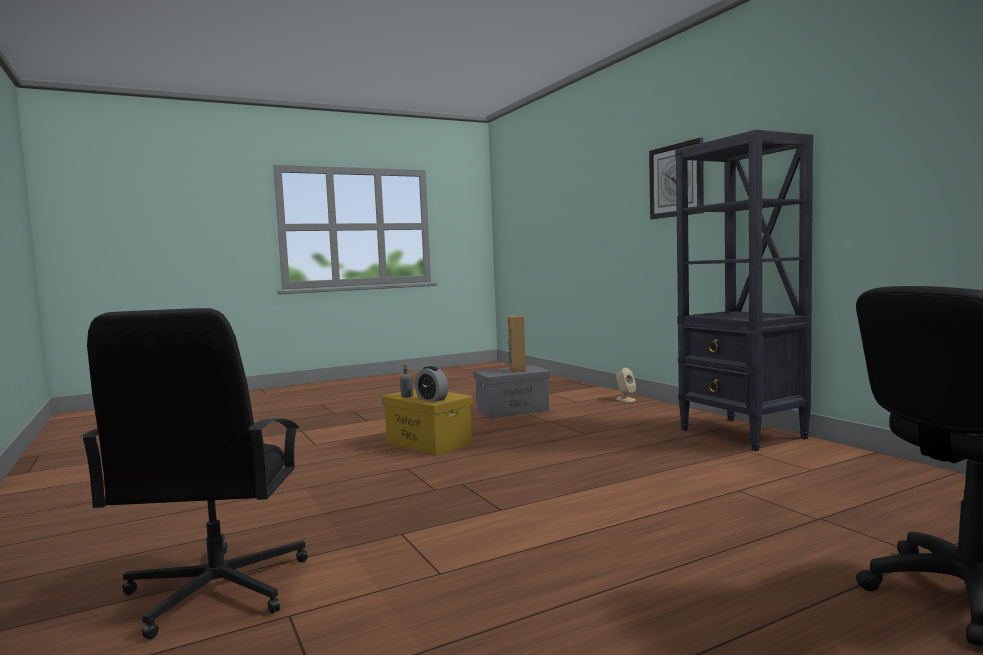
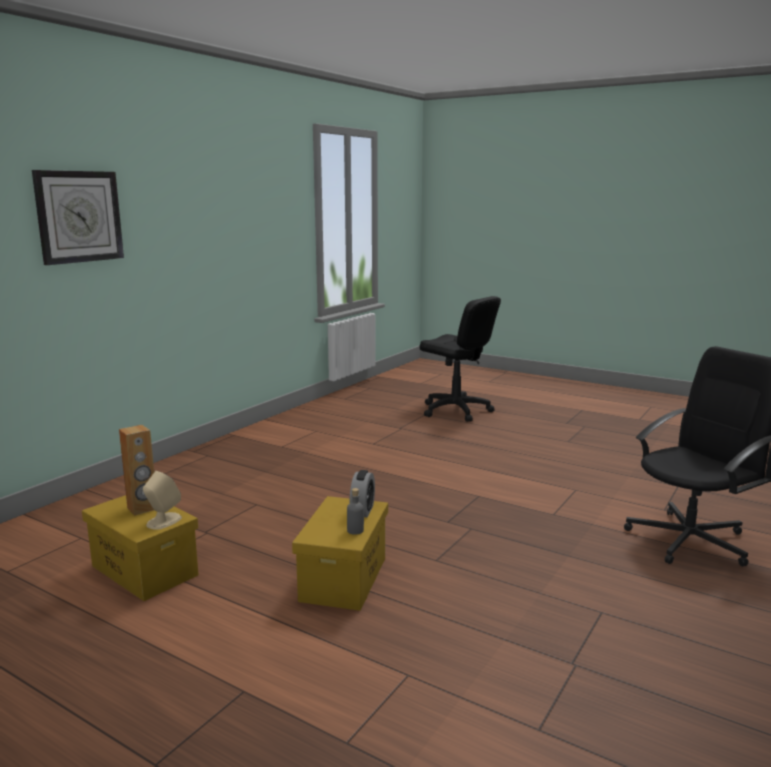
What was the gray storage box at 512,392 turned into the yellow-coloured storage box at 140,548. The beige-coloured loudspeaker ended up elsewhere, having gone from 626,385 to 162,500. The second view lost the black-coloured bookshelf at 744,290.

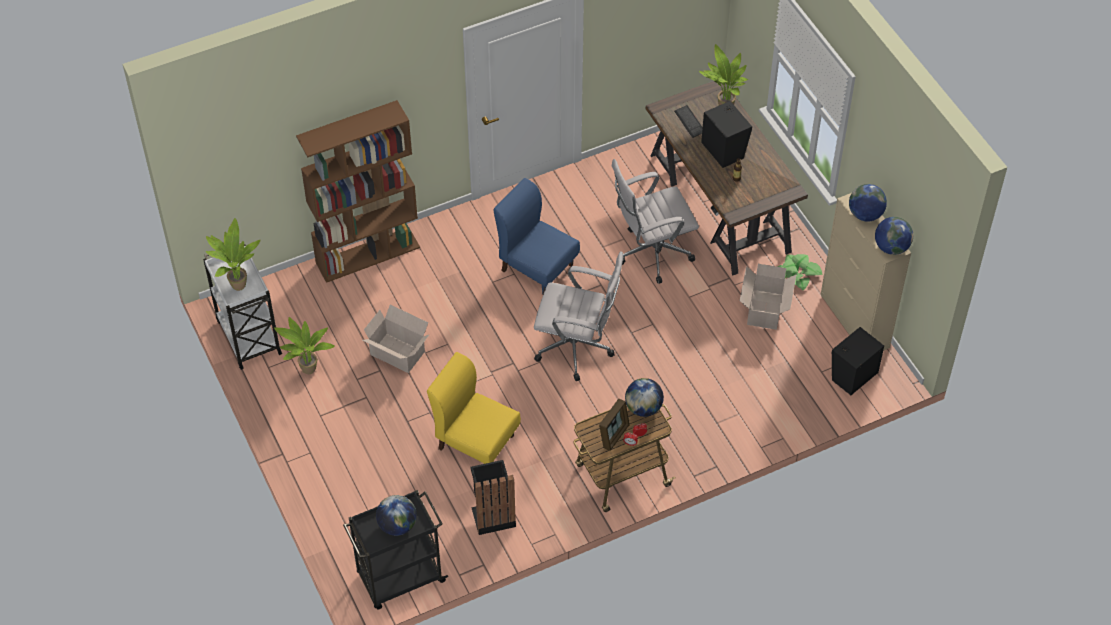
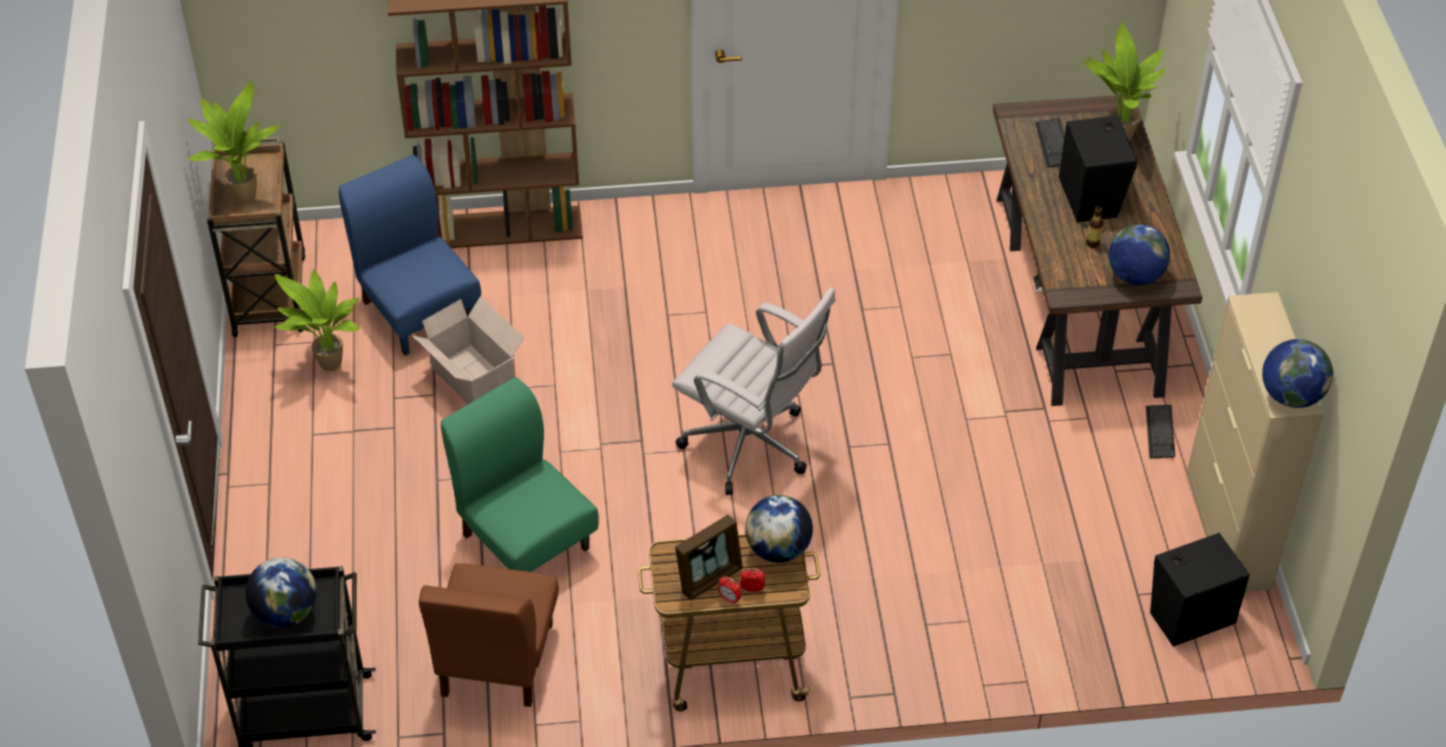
What was the white wheeled cart at 242,306 turned into the brownish wheeled cart at 256,237. The bluish plain chair ended up elsewhere, having gone from 536,236 to 410,255. Where the black-coloured trash can stood at 493,497, the brownish plain chair came to stand at 489,635. What was the yellow-coloured plain chair at 474,408 turned into the green-coloured plain chair at 520,474. The globe ended up elsewhere, having gone from 868,203 to 1139,254. Where the potted plant stood at 800,272, the keyboard came to stand at 1160,431. The second view lost the white computer chair at 655,221. The second view lost the cardboard box at 768,297.

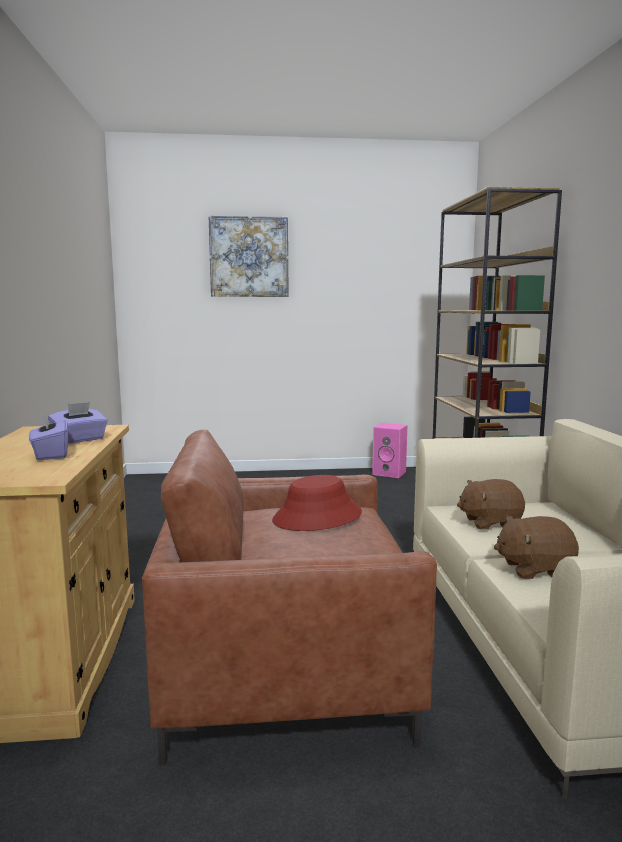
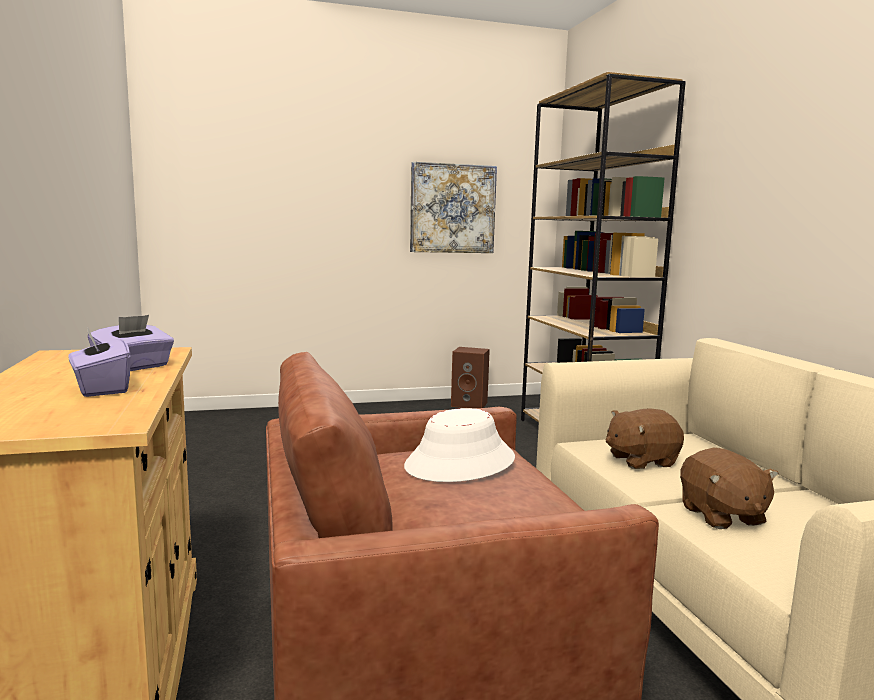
What was the red clothing hat at 317,503 turned into the white clothing hat at 459,445. The picture ended up elsewhere, having gone from 249,256 to 453,207. What was the pink-coloured loudspeaker at 389,450 turned into the brownish loudspeaker at 470,377. The brownish cuddly toy at 536,547 ended up facing another way, 90 degrees counterclockwise from before.

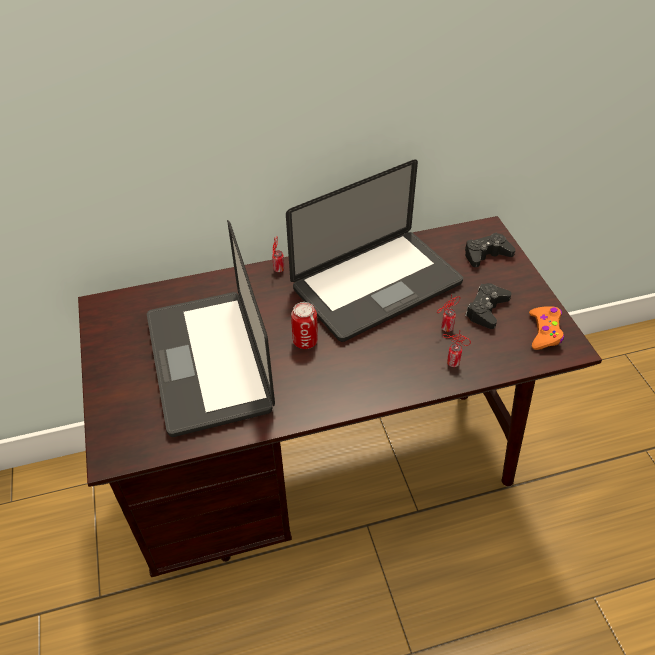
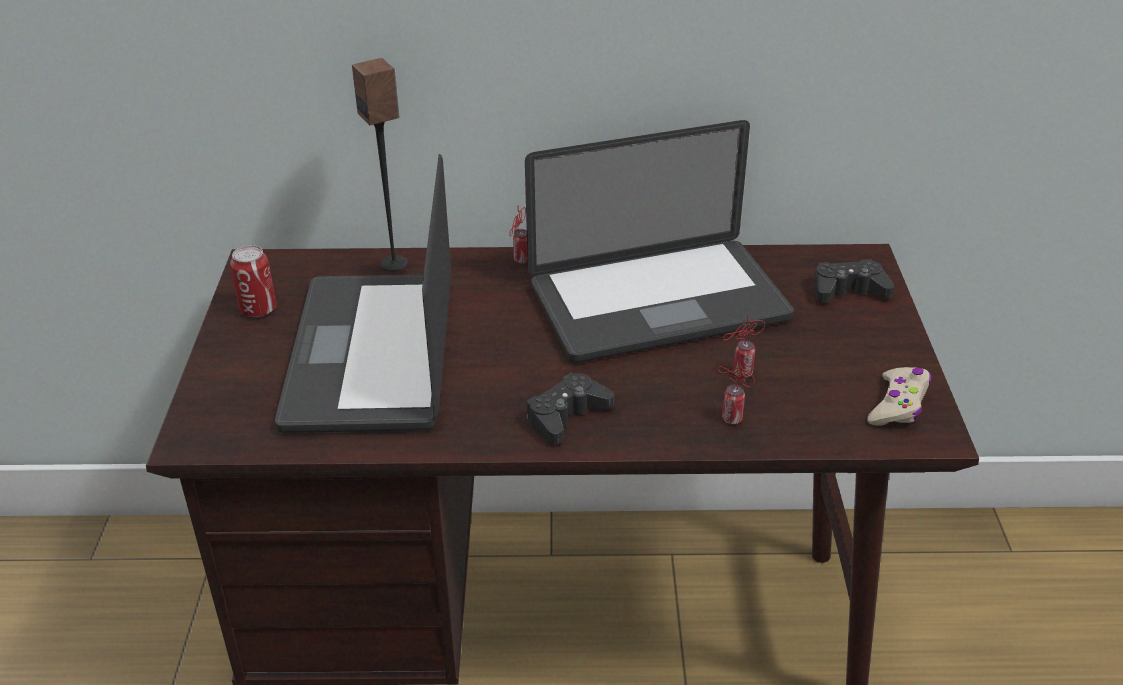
The sealed can ended up elsewhere, having gone from 304,325 to 253,281. The second view gained the loudspeaker at 380,164. The black-coloured game controller ended up elsewhere, having gone from 488,306 to 570,408. What was the orange-coloured game controller at 546,328 turned into the beige-coloured game controller at 899,396.

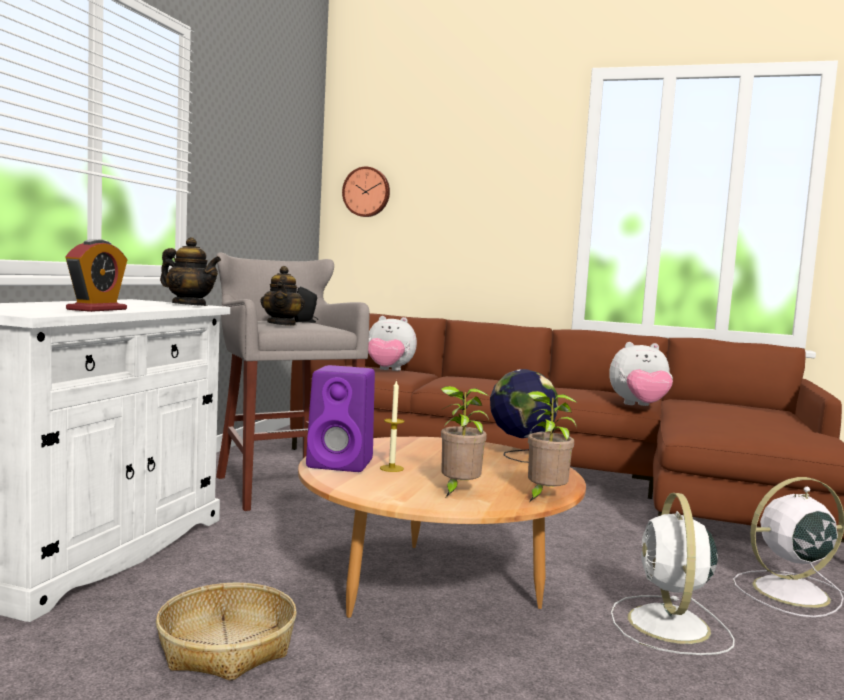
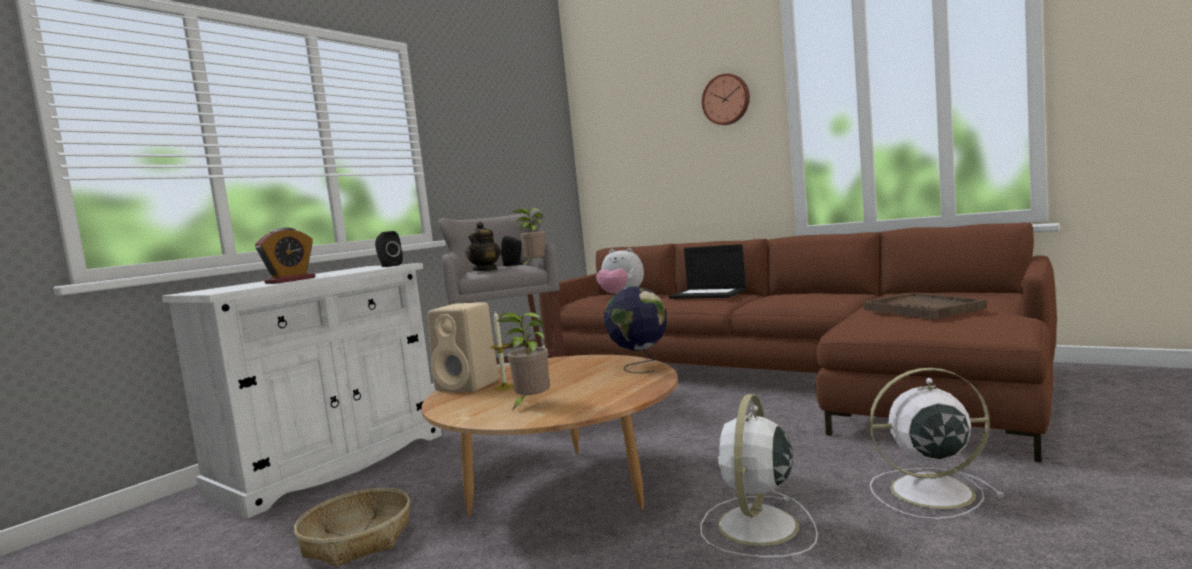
Where the teapot stood at 190,271, the black-coloured loudspeaker came to stand at 389,249. What was the purple-coloured loudspeaker at 340,418 turned into the beige-coloured loudspeaker at 463,347. The potted plant ended up elsewhere, having gone from 552,446 to 529,237. The second view gained the laptop at 707,271. The wall clock ended up elsewhere, having gone from 366,192 to 726,99. The second view gained the brownish tray at 925,306. The second view lost the cuddly toy at 641,374.

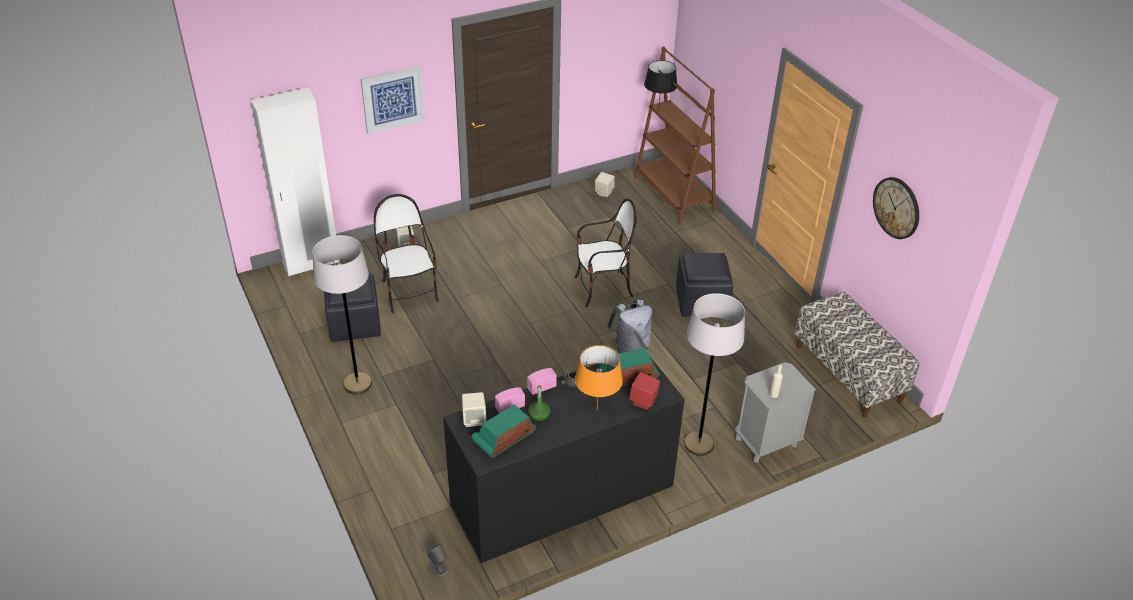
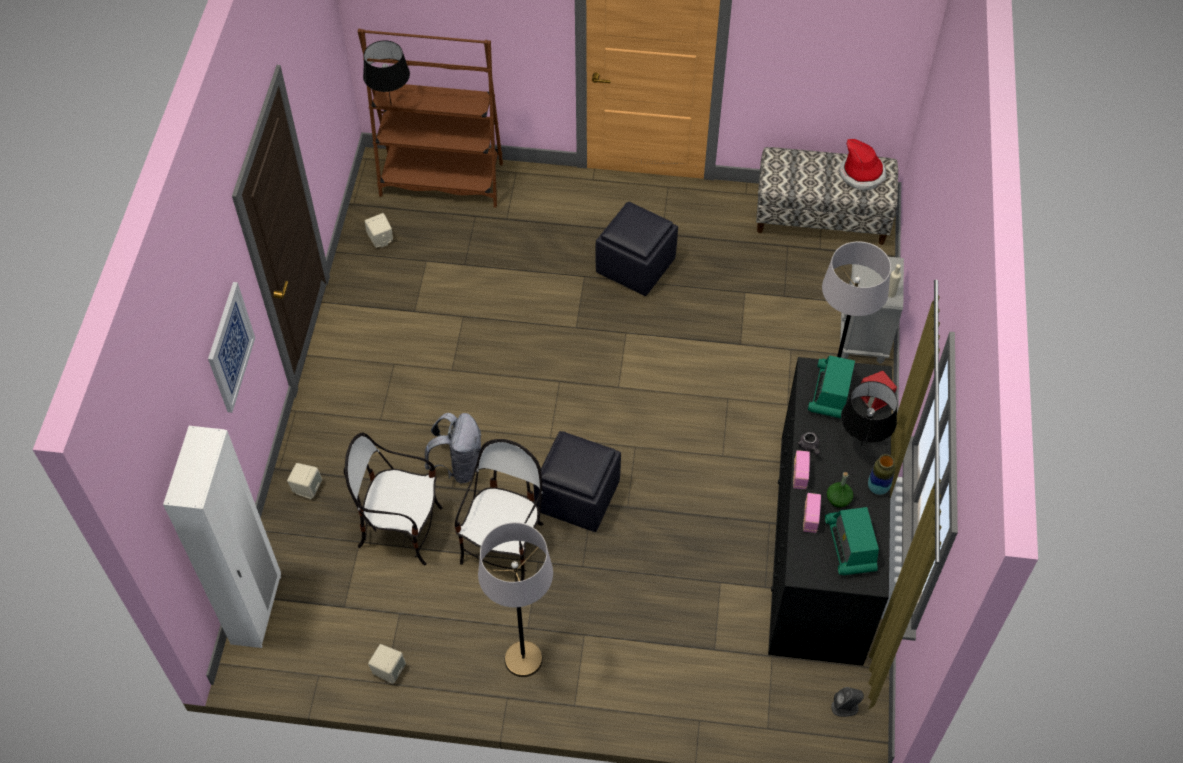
The beige-coloured loudspeaker ended up elsewhere, having gone from 474,409 to 387,664. The gray backpack ended up elsewhere, having gone from 629,326 to 453,448. The plain chair ended up elsewhere, having gone from 606,253 to 499,510. The black-coloured ottoman ended up elsewhere, having gone from 352,307 to 577,481. The second view gained the clothing hat at 862,164. What was the orange-coloured tabletop lamp at 599,377 turned into the black-coloured tabletop lamp at 869,413. The second view gained the flower vase at 881,474. The second view lost the wall clock at 896,208.

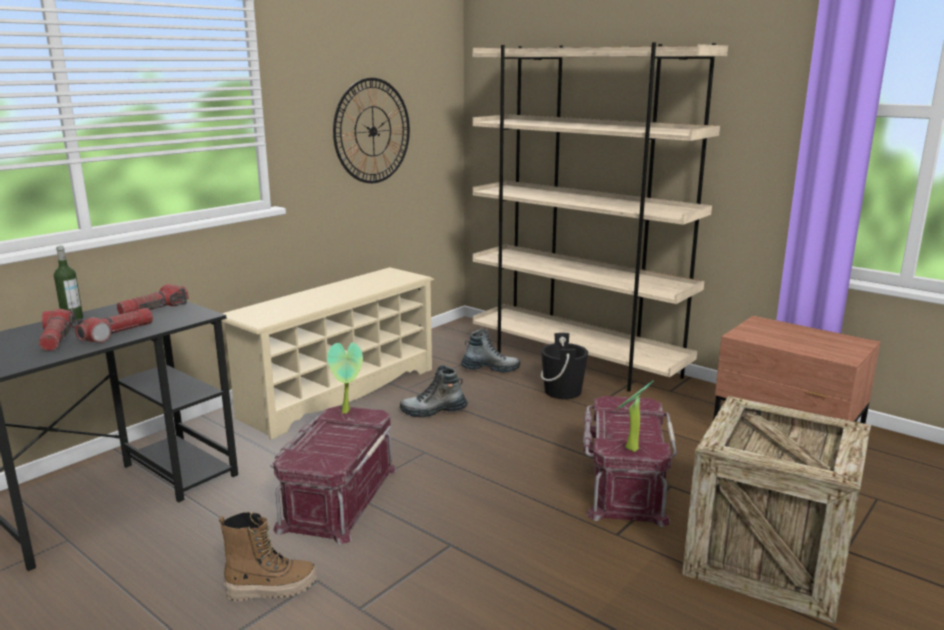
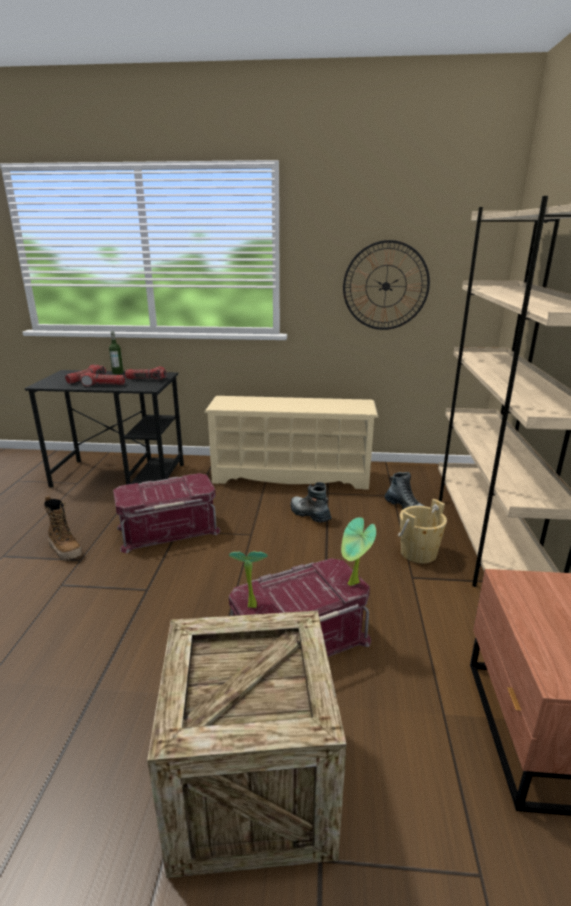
The potted plant ended up elsewhere, having gone from 345,378 to 358,551. What was the black-coloured water bucket at 564,366 turned into the beige-coloured water bucket at 422,531.

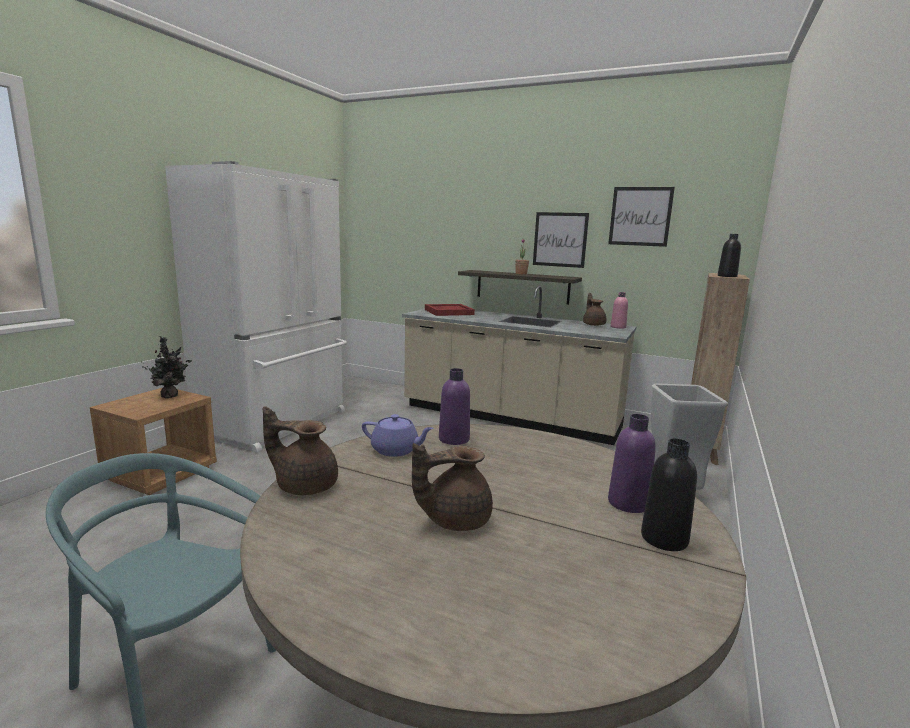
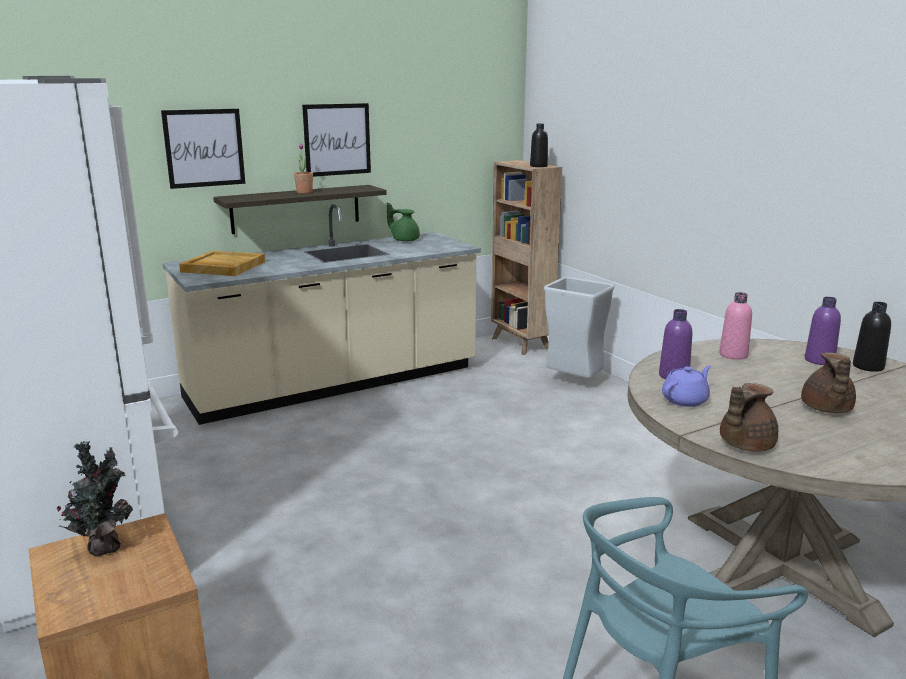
The picture ended up elsewhere, having gone from 641,217 to 203,149. What was the red tray at 450,310 turned into the beige-coloured tray at 222,263. What was the brownish teapot at 594,309 turned into the green-coloured teapot at 403,222. The pink-coloured beverage bottle ended up elsewhere, having gone from 619,310 to 735,326.

